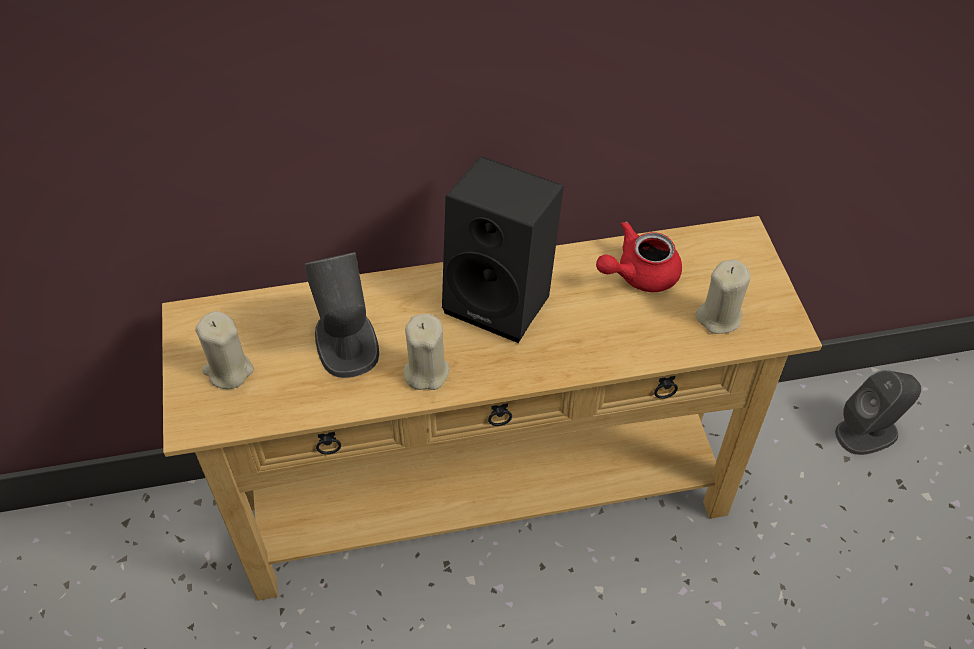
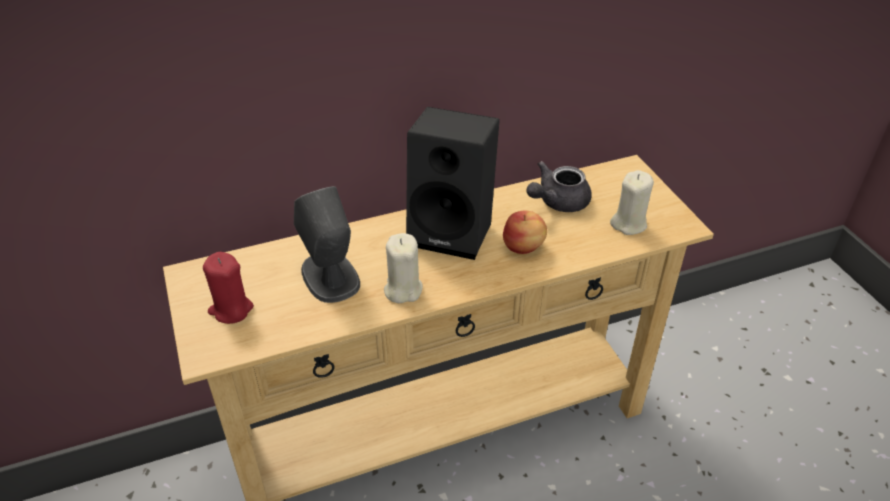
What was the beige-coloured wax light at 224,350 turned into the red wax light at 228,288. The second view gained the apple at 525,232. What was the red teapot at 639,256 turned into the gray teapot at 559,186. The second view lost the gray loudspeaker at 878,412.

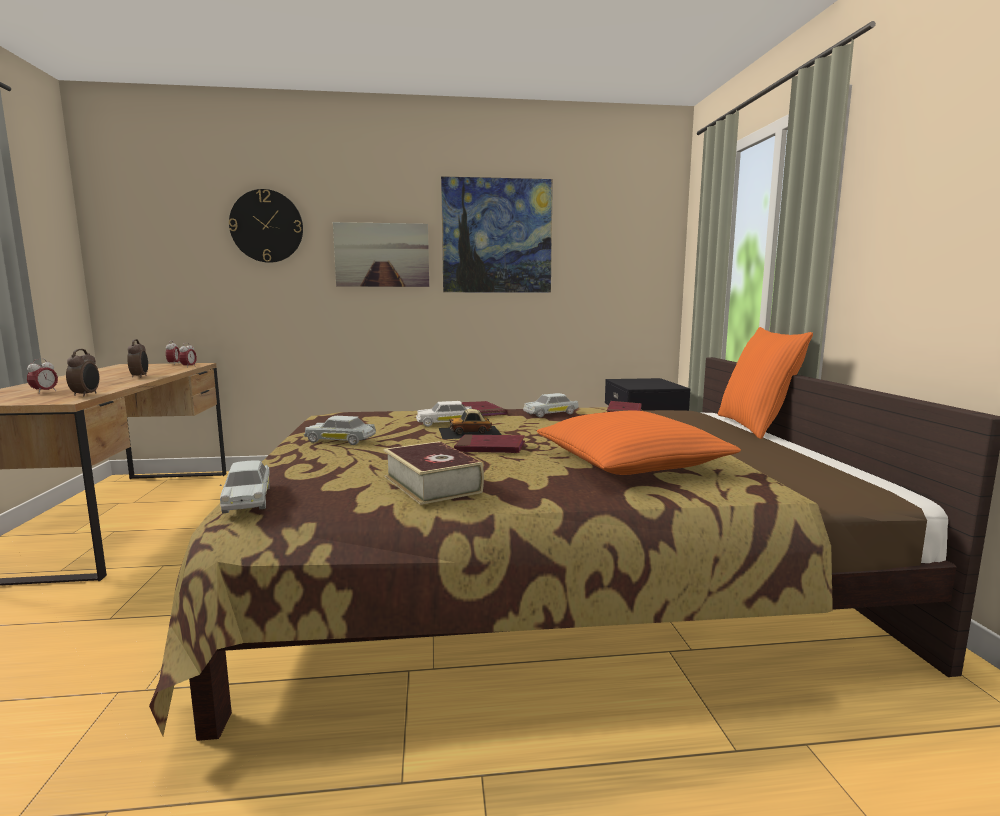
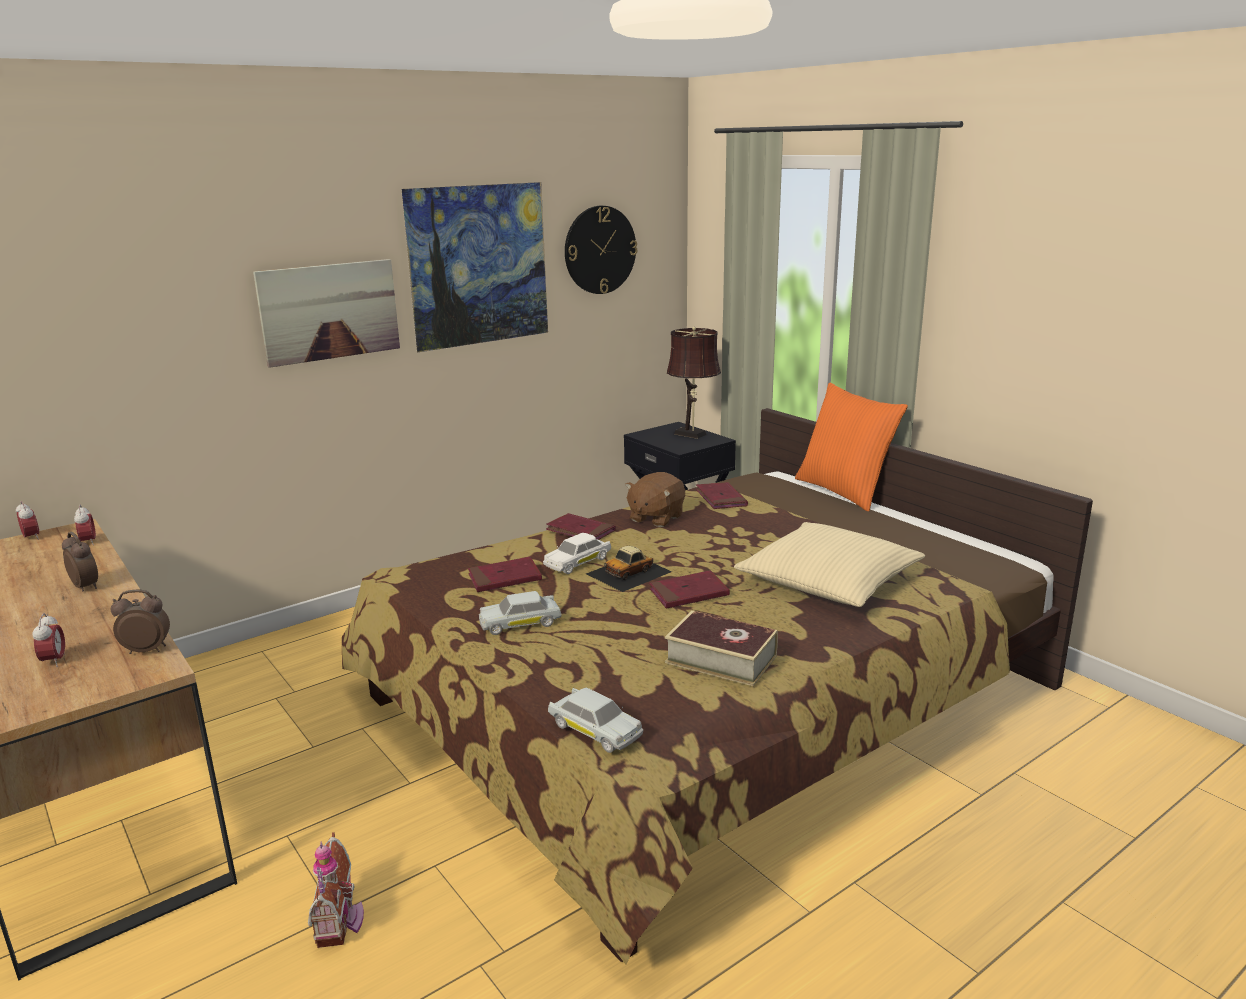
The alarm clock at 82,372 ended up facing another way, 60 degrees counterclockwise from before. The second view gained the model house at 336,890. The second view gained the red bound book at 505,574. The wall clock ended up elsewhere, having gone from 266,226 to 601,250. Where the white model car stood at 551,405, the brownish cuddly toy came to stand at 655,499. The second view gained the brownish tabletop lamp at 694,382. What was the orange-coloured cushion at 639,443 turned into the beige-coloured cushion at 829,564.

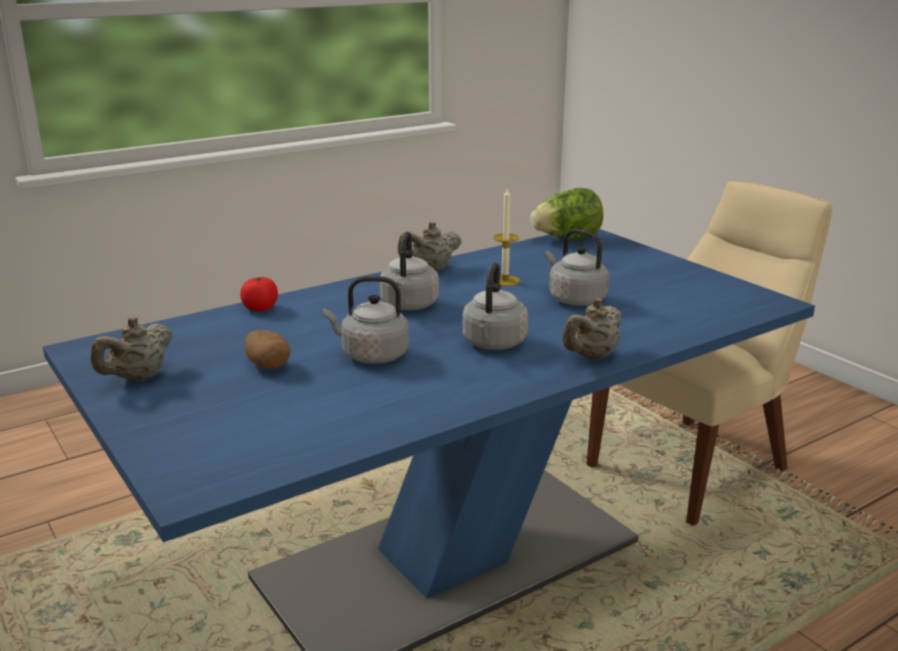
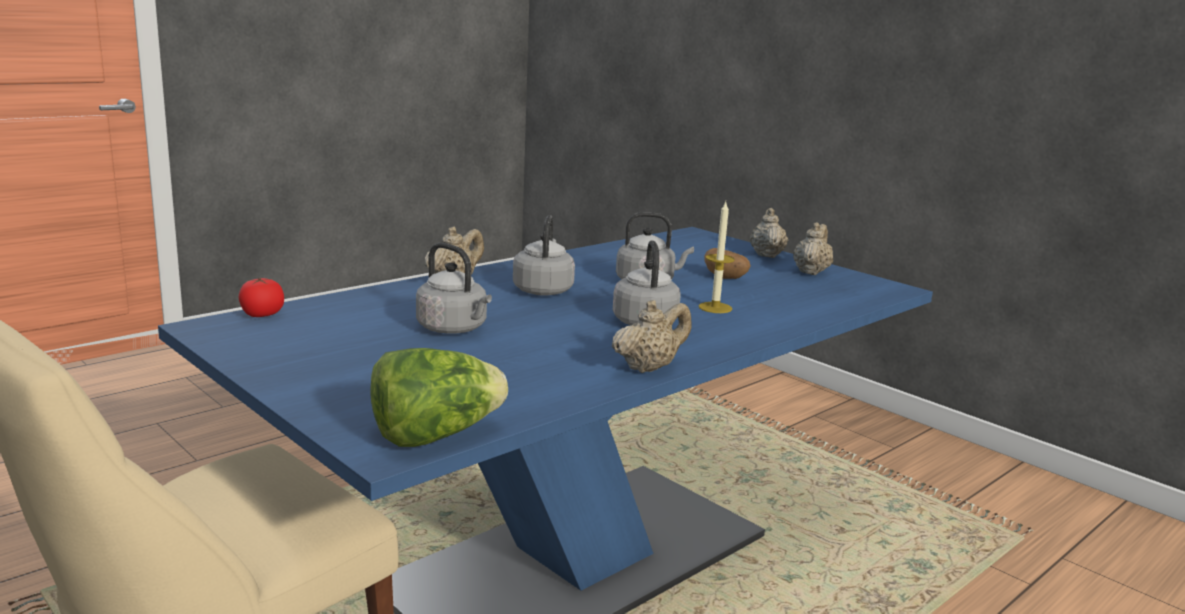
The tomato ended up elsewhere, having gone from 259,294 to 261,297. The wax light ended up elsewhere, having gone from 506,236 to 717,257. The second view gained the beige-coloured teapot at 769,233.

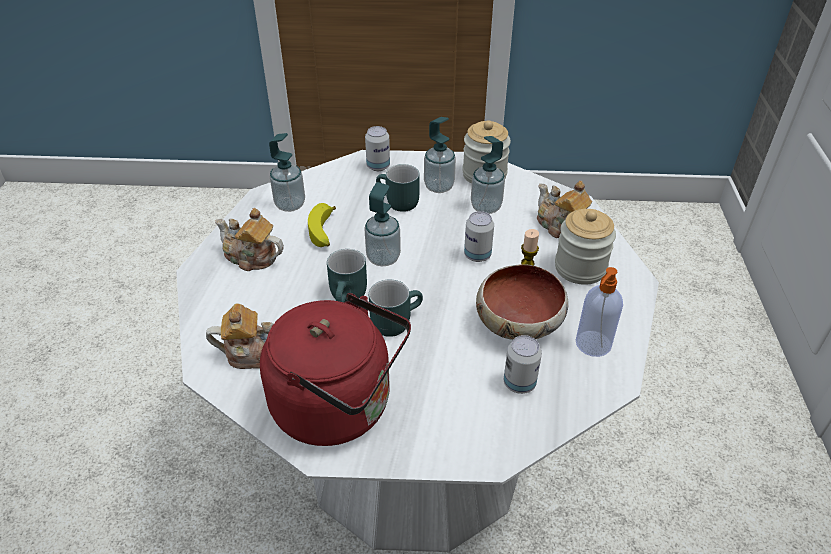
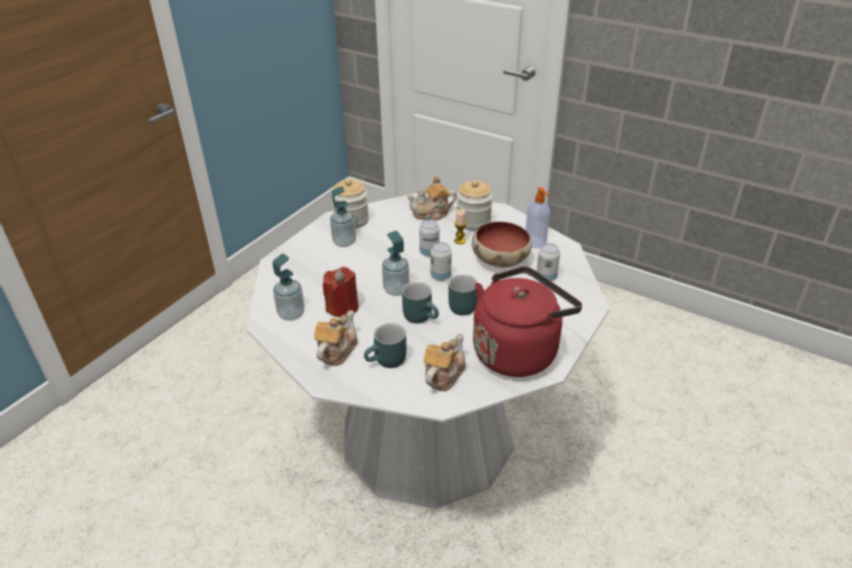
The teapot at 249,239 ended up facing another way, 150 degrees clockwise from before. Where the banana fruit stood at 322,225, the red wax light came to stand at 341,292. The turquoise-coloured tea mug ended up elsewhere, having gone from 398,188 to 385,345. The sealed can ended up elsewhere, having gone from 377,148 to 441,261. The second view lost the soap bottle at 488,175.

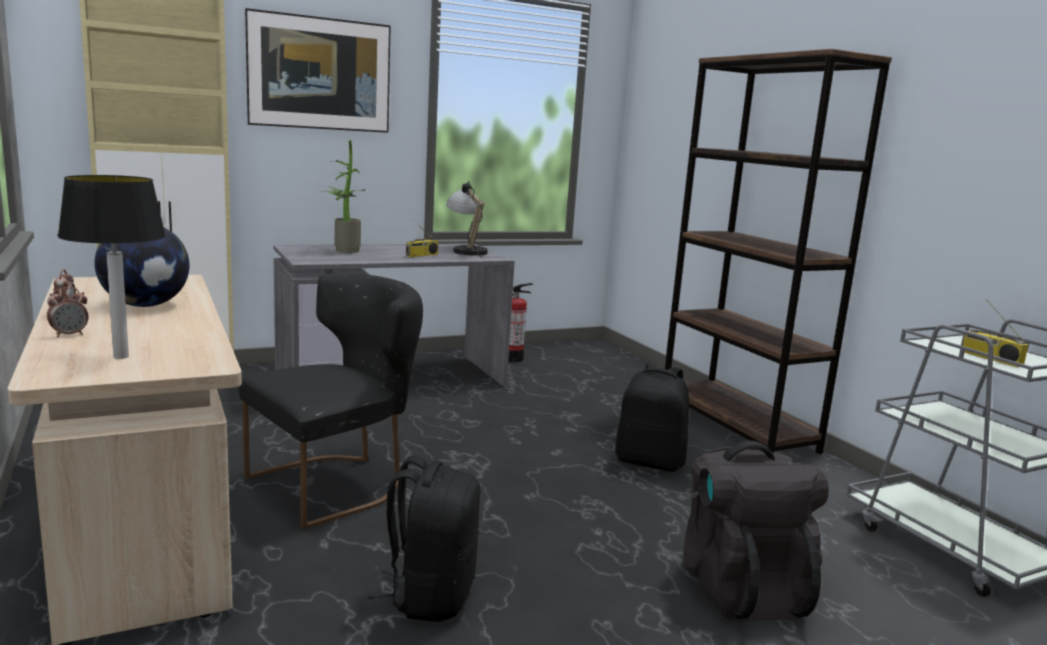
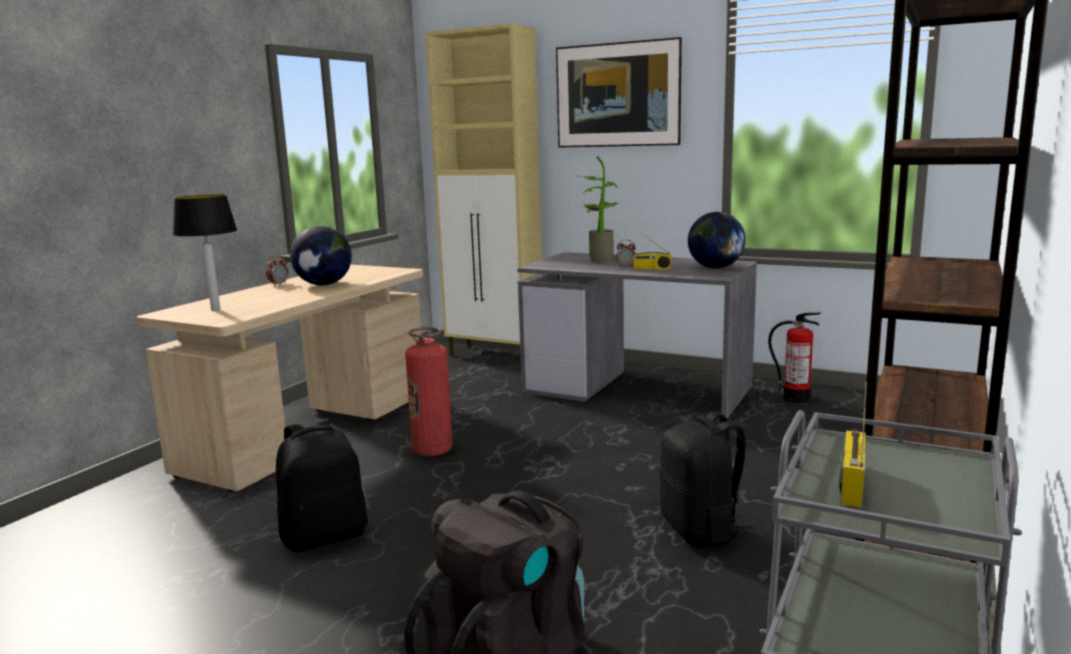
Where the black-coloured plain chair stood at 331,401, the fire-fighting cylinder came to stand at 429,391. The alarm clock ended up elsewhere, having gone from 67,312 to 626,253. Where the tabletop lamp stood at 467,219, the globe came to stand at 716,240.

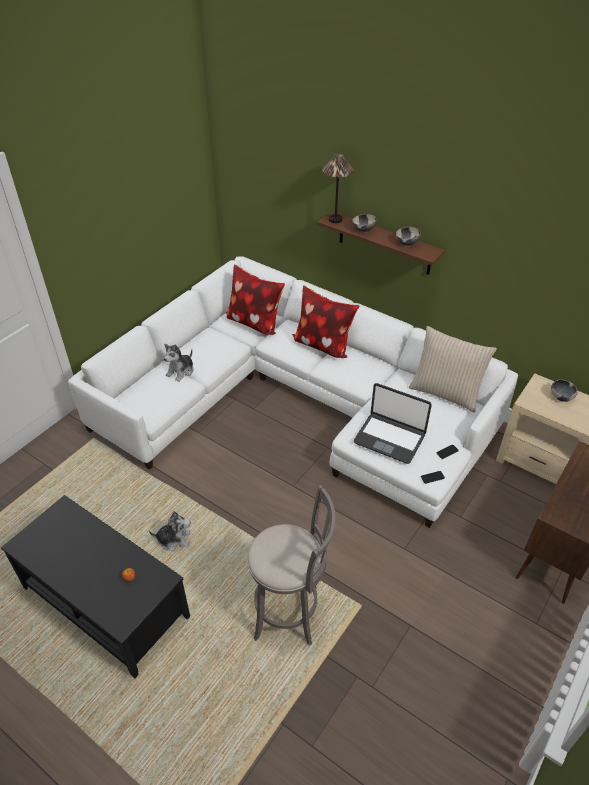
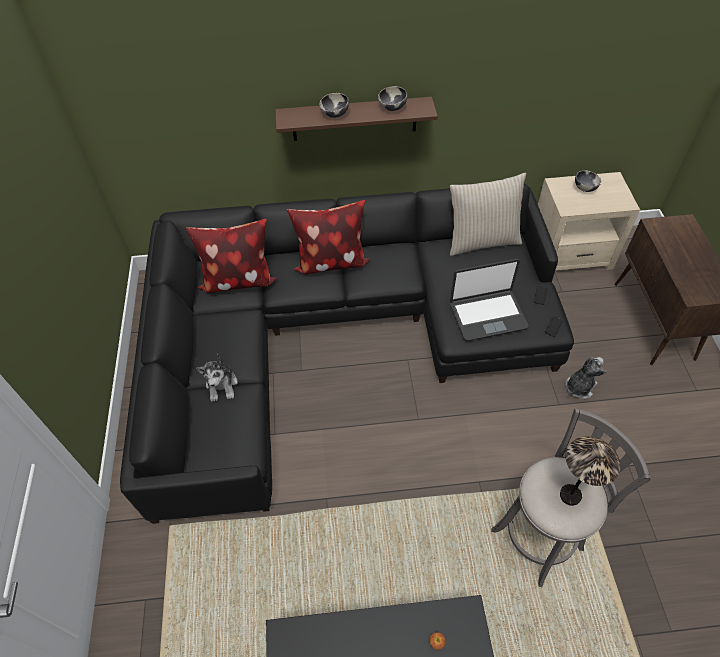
What was the white settee at 293,392 turned into the black-coloured settee at 347,354. The tabletop lamp ended up elsewhere, having gone from 338,188 to 590,471. The cuddly toy ended up elsewhere, having gone from 169,531 to 585,378.

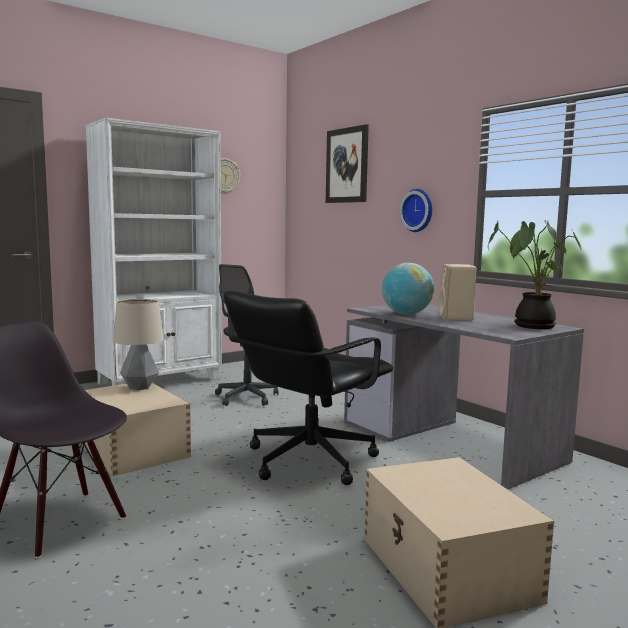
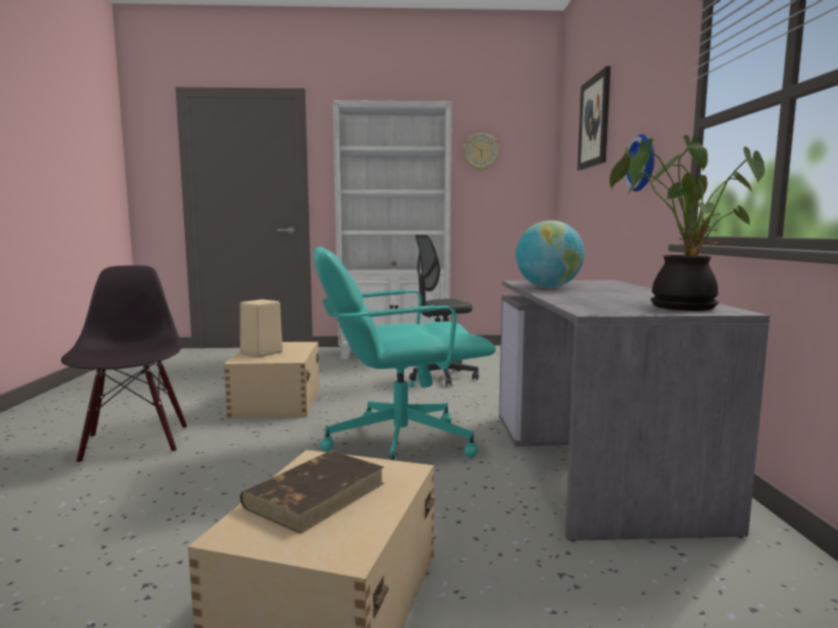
The beige-coloured loudspeaker ended up elsewhere, having gone from 457,292 to 261,328. The second view gained the brownish bound book at 312,492. What was the black-coloured computer chair at 308,387 turned into the turquoise-coloured computer chair at 404,353. The second view lost the tabletop lamp at 138,344.

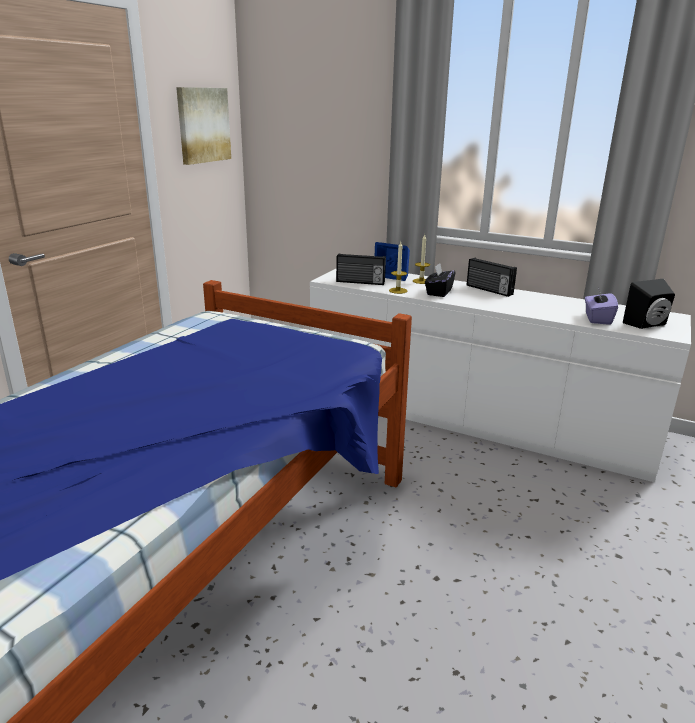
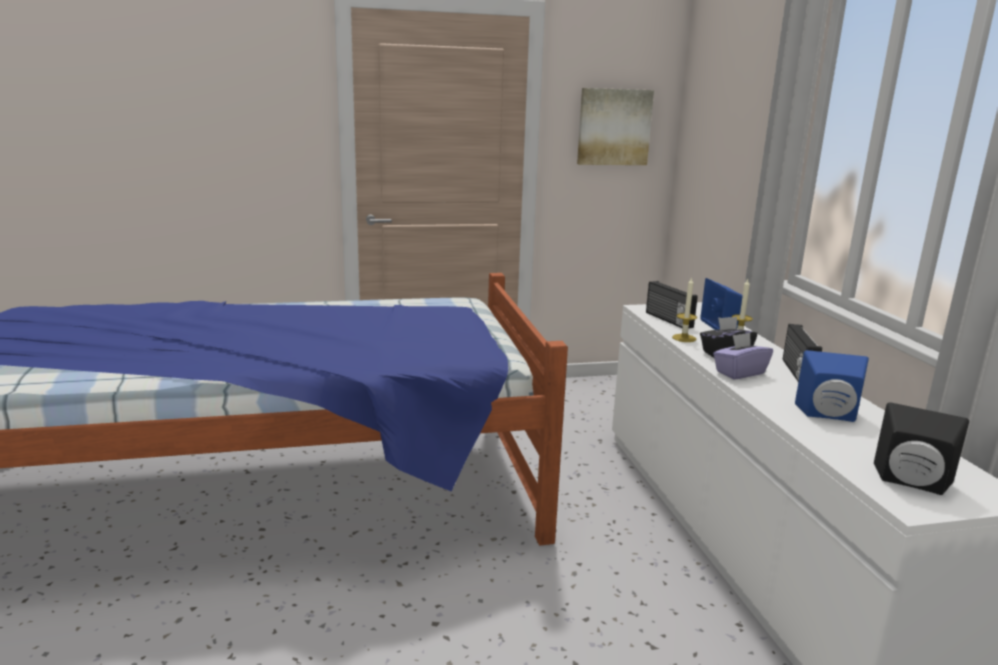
The purple-coloured tissue holder ended up elsewhere, having gone from 601,306 to 743,356. The second view gained the bluish loudspeaker at 832,386.

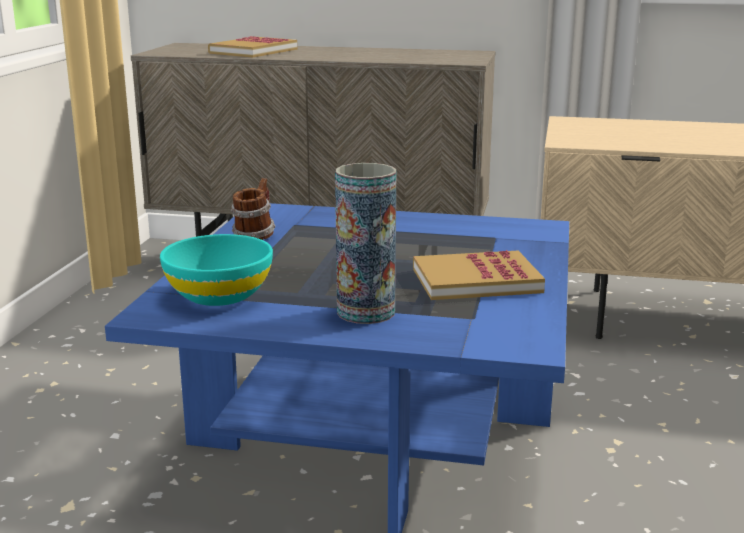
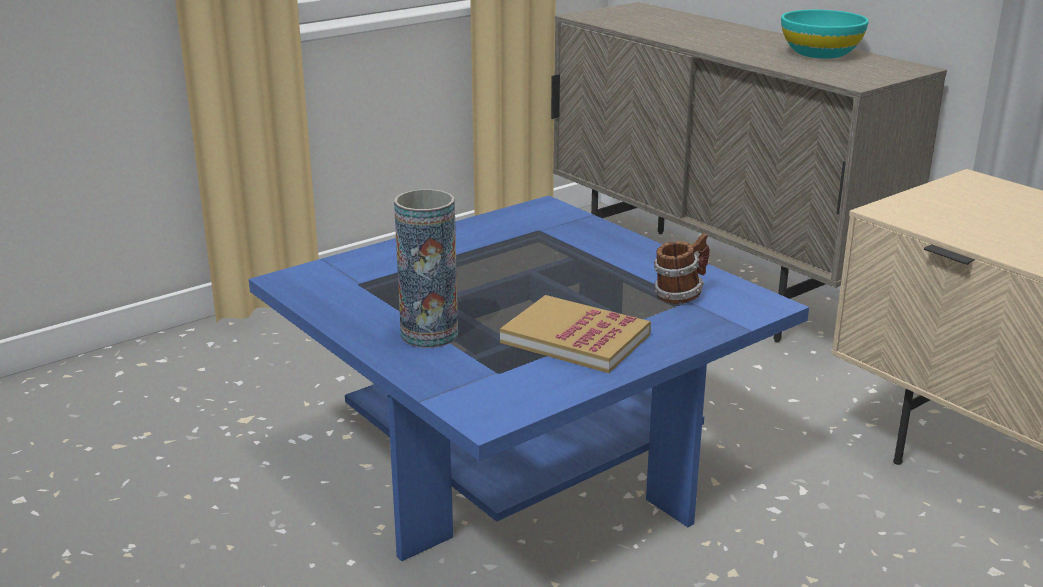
The tea mug ended up elsewhere, having gone from 253,209 to 682,268. The turquoise-coloured serving bowl ended up elsewhere, having gone from 216,270 to 825,34. The second view lost the bound book at 252,47.

